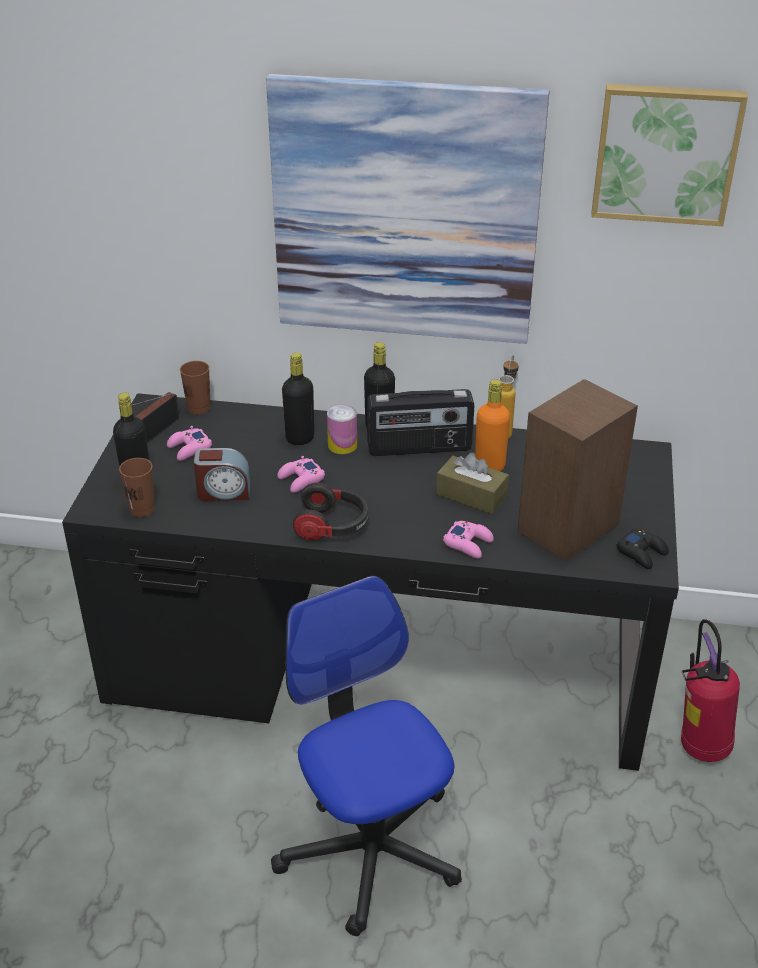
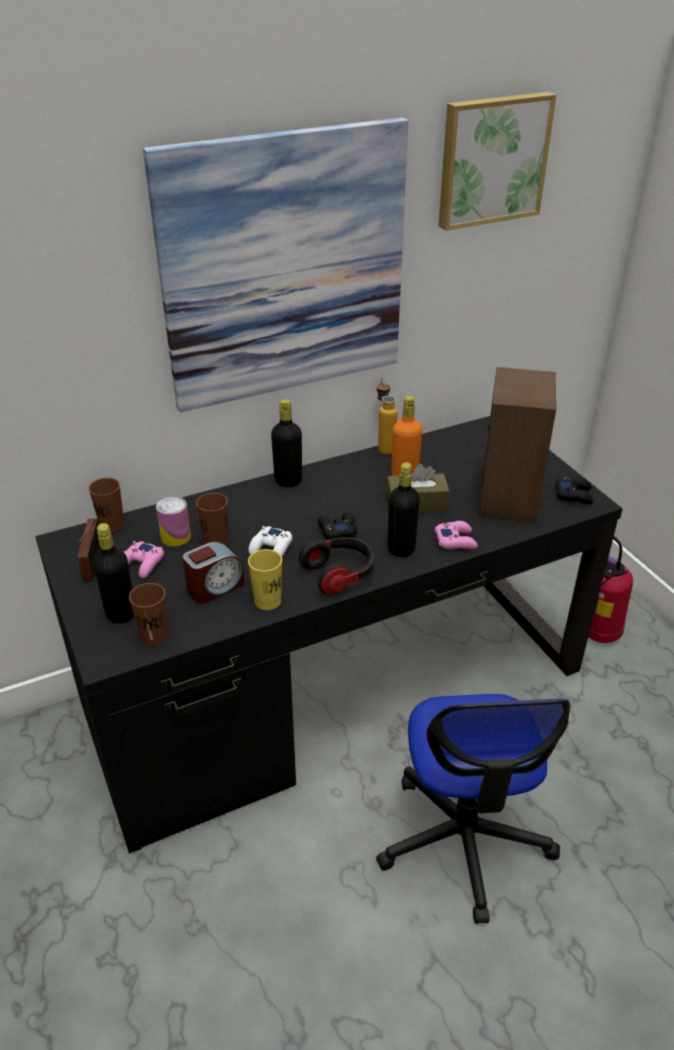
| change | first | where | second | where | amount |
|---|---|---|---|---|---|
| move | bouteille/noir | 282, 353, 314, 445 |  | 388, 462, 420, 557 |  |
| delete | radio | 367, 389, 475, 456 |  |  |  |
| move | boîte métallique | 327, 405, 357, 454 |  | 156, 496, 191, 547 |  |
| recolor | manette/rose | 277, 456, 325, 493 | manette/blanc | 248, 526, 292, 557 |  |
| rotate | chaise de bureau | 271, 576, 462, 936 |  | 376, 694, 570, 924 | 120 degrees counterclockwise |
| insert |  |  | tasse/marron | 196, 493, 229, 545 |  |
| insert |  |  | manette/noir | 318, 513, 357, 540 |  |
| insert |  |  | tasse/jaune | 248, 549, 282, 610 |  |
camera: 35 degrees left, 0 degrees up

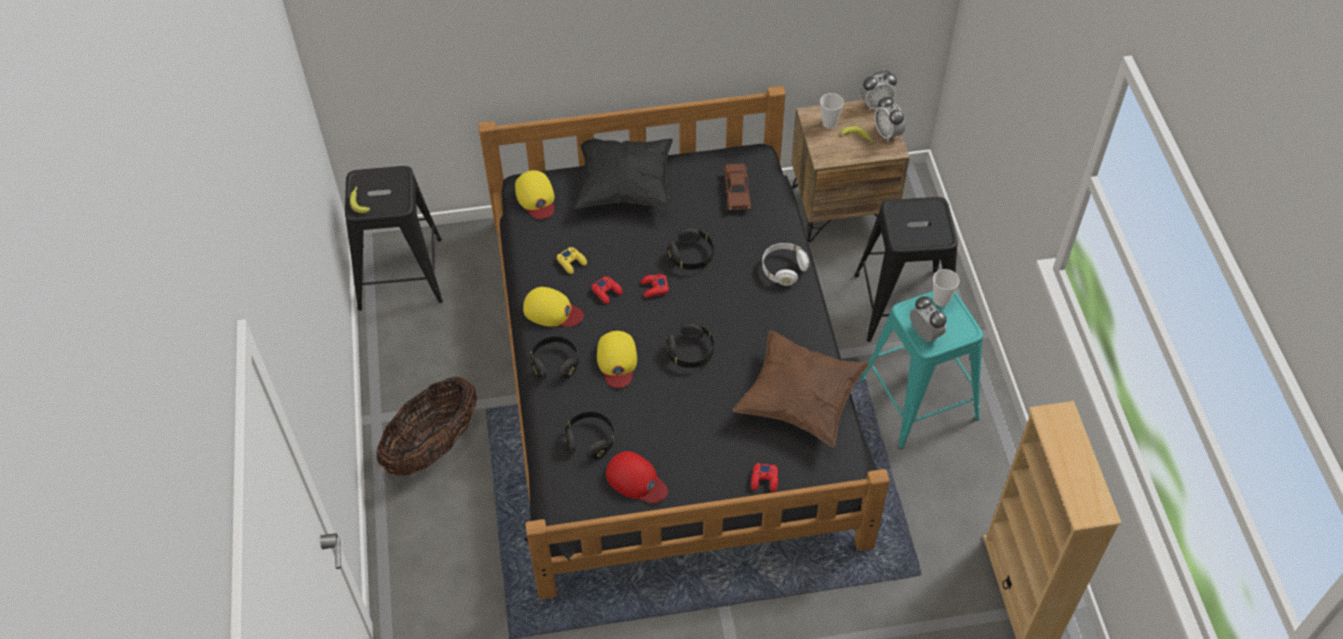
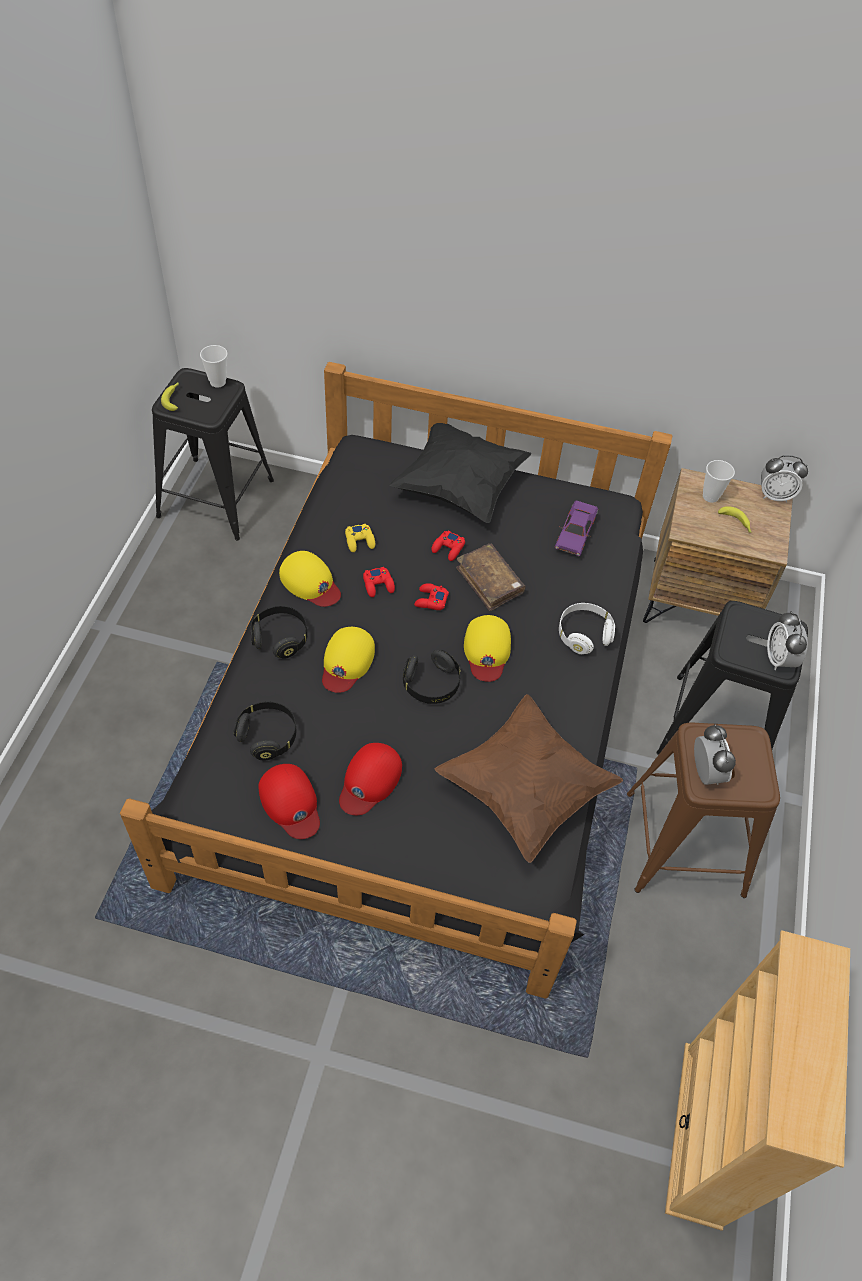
| change | first | where | second | where | amount |
|---|---|---|---|---|---|
| move | réveil | 874, 96, 906, 142 |  | 767, 611, 808, 670 |  |
| recolor | petite voiture/marron | 724, 164, 752, 210 | petite voiture/violet | 555, 501, 598, 556 |  |
| move | casquette/jaune | 515, 170, 555, 219 |  | 464, 615, 511, 682 |  |
| replace | casque audio/noir | 667, 228, 714, 270 | livre/marron | 456, 544, 526, 611 |  |
| move | tasse | 933, 269, 959, 307 |  | 200, 345, 228, 388 |  |
| recolor | tabouret/turquoise | 860, 291, 983, 449 | tabouret/marron | 627, 723, 780, 898 |  |
| delete | panier | 376, 377, 477, 476 |  |  |  |
| move | manette/rouge | 751, 463, 778, 492 |  | 431, 530, 465, 561 |  |
| insert |  |  | casquette/rouge | 339, 743, 402, 815 |  |
camera: 20 degrees right, 0 degrees up

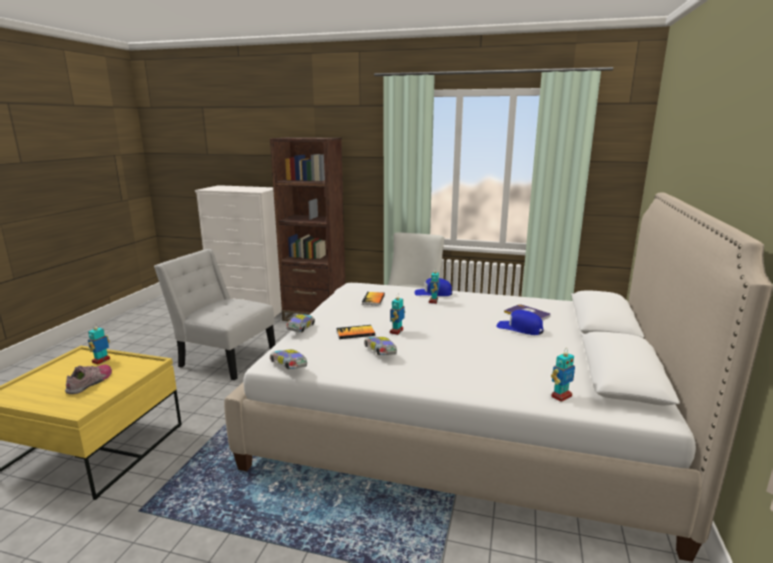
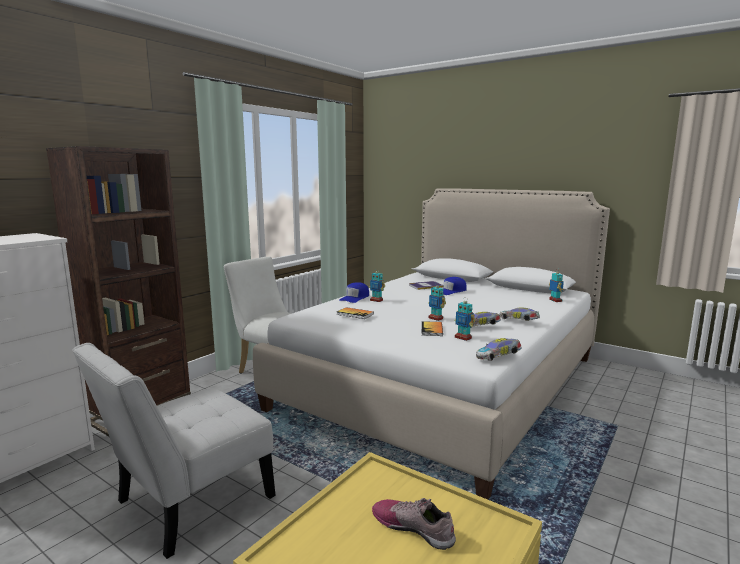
| change | first | where | second | where | amount |
|---|---|---|---|---|---|
| move | petite voiture | 286, 314, 315, 332 |  | 499, 308, 540, 321 |  |
| move | robot jouet | 88, 324, 110, 364 |  | 455, 297, 475, 341 |  |
camera: 70 degrees left, 5 degrees down

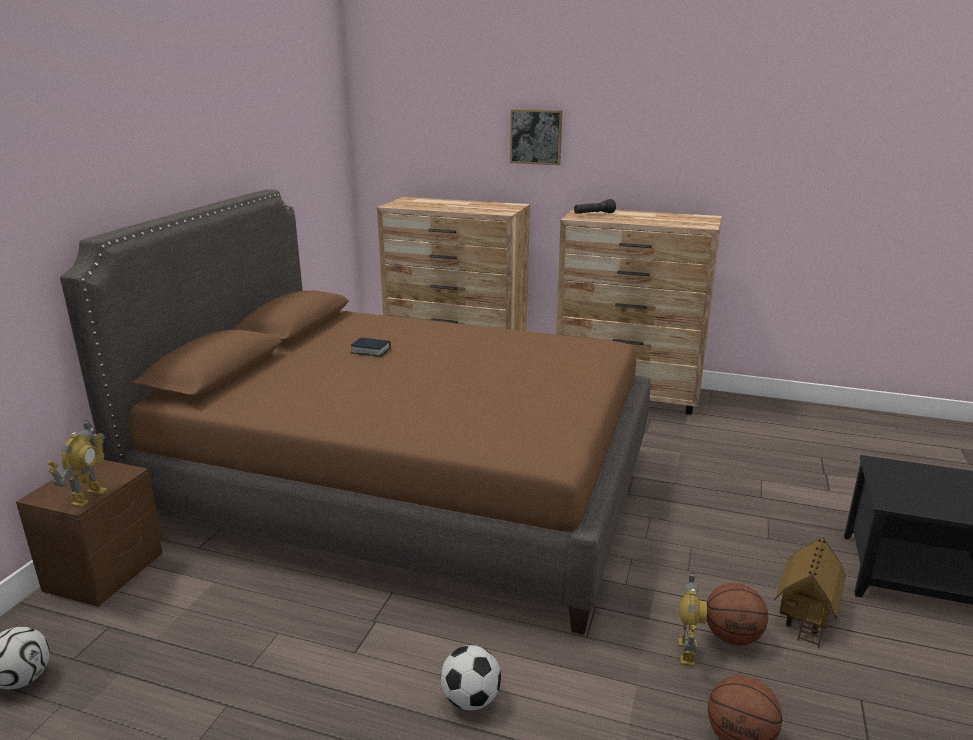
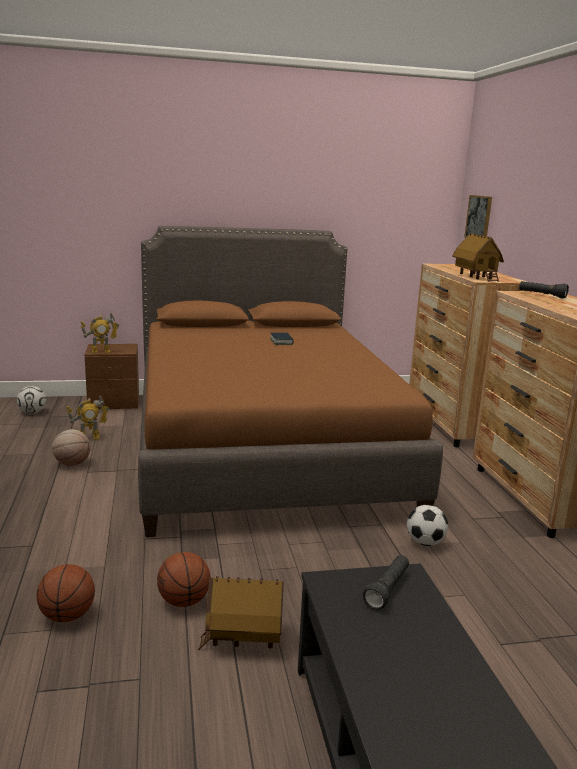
| change | first | where | second | where | amount |
|---|---|---|---|---|---|
| move | tableau | 510, 109, 562, 165 |  | 464, 195, 492, 238 |  |
| move | robot jouet | 679, 573, 707, 666 |  | 66, 396, 109, 439 |  |
| move | ballon de foot | 441, 645, 501, 710 |  | 407, 505, 448, 546 |  |
| insert |  |  | maison miniature | 452, 233, 504, 282 |  |
| insert |  |  | ballon de basket | 52, 429, 91, 466 |  |
| insert |  |  | lampe de poche/noir | 363, 555, 409, 610 |  |
camera: 60 degrees right, 5 degrees down

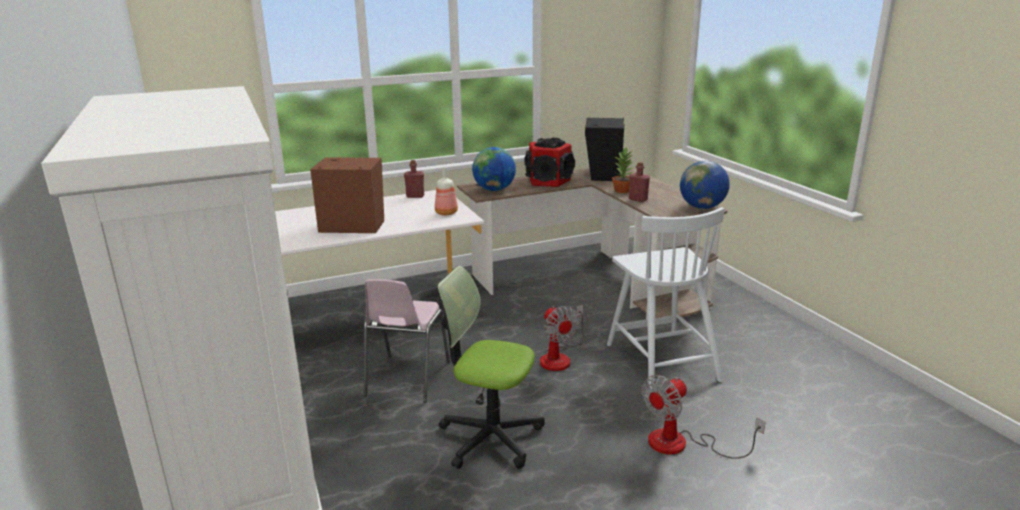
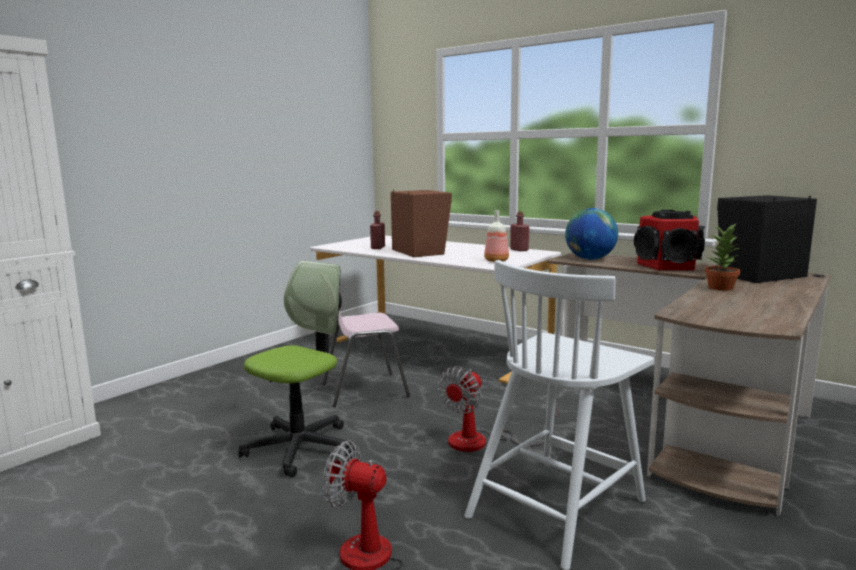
| change | first | where | second | where | amount |
|---|---|---|---|---|---|
| delete | globe | 680, 161, 730, 209 |  |  |  |
| move | bouteille/rouge | 629, 162, 650, 202 |  | 370, 211, 385, 249 |  |
| rotate | chaise de bureau | 437, 266, 545, 469 |  | 238, 261, 357, 478 | 45 degrees clockwise |
camera: 60 degrees right, 10 degrees down

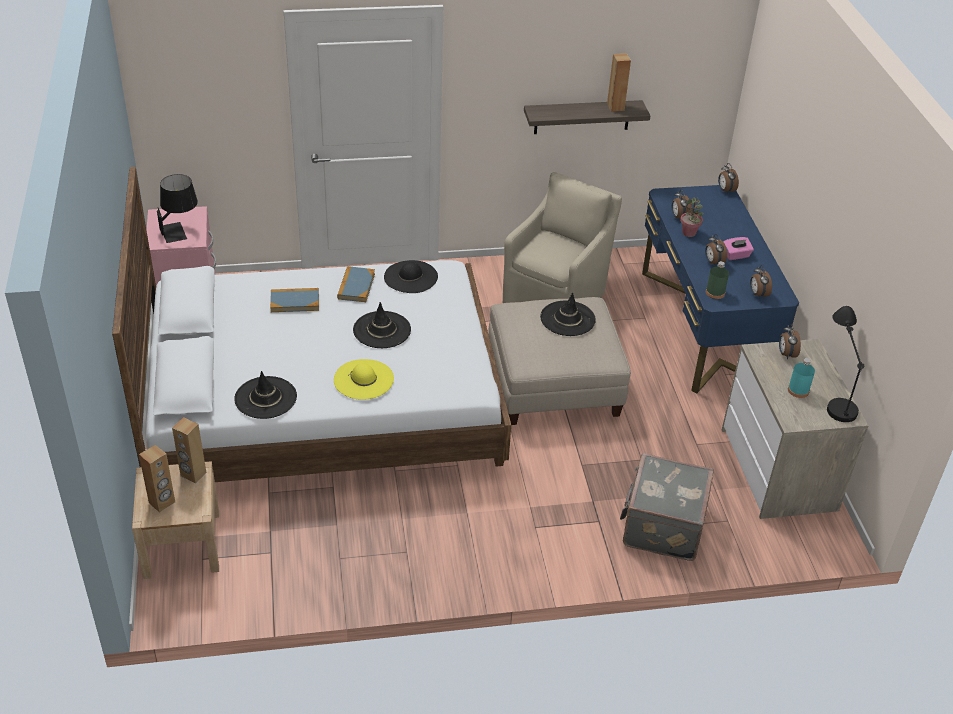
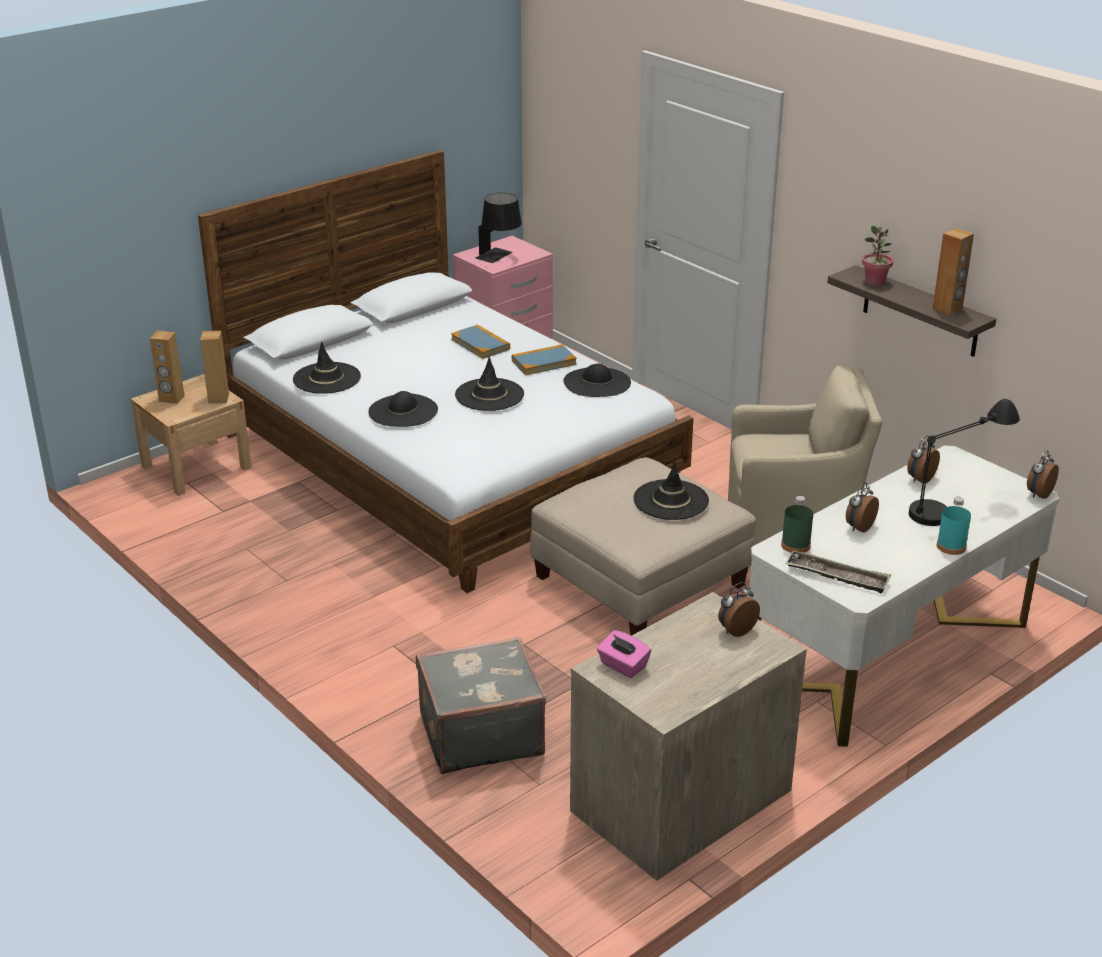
| change | first | where | second | where | amount |
|---|---|---|---|---|---|
| recolor | bureau/bleu | 642, 185, 799, 394 | bureau/blanc | 748, 445, 1059, 747 |  |
| move | plante en pot | 680, 197, 703, 237 |  | 862, 226, 893, 286 |  |
| move | boîte à mouchoirs/rose | 723, 237, 754, 260 |  | 597, 630, 651, 678 |  |
| replace | réveil | 750, 265, 772, 299 | plateau | 786, 551, 891, 594 |  |
| move | lampe de table/noir | 827, 306, 864, 422 |  | 909, 399, 1020, 526 |  |
| move | bouteille/turquoise | 788, 358, 815, 398 |  | 937, 497, 971, 555 |  |
| recolor | chapeau/jaune | 334, 359, 394, 400 | chapeau/noir | 368, 391, 438, 427 |  |
camera: 60 degrees right, 10 degrees down

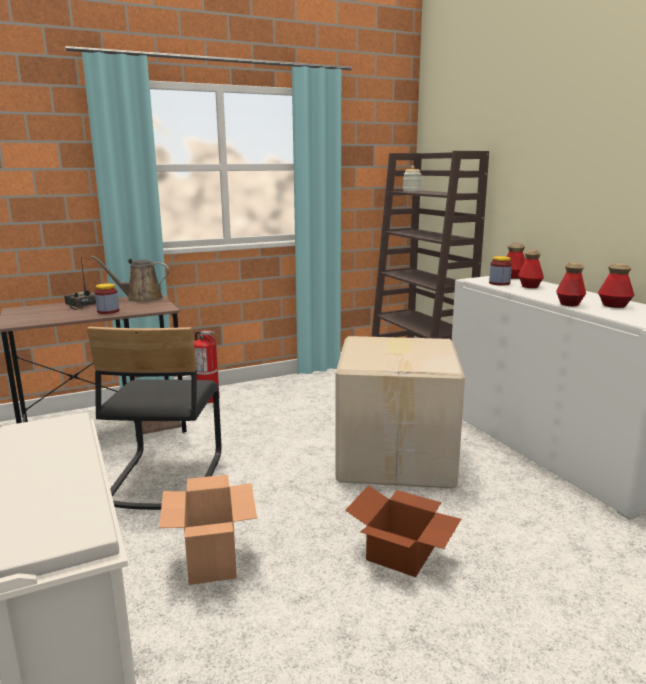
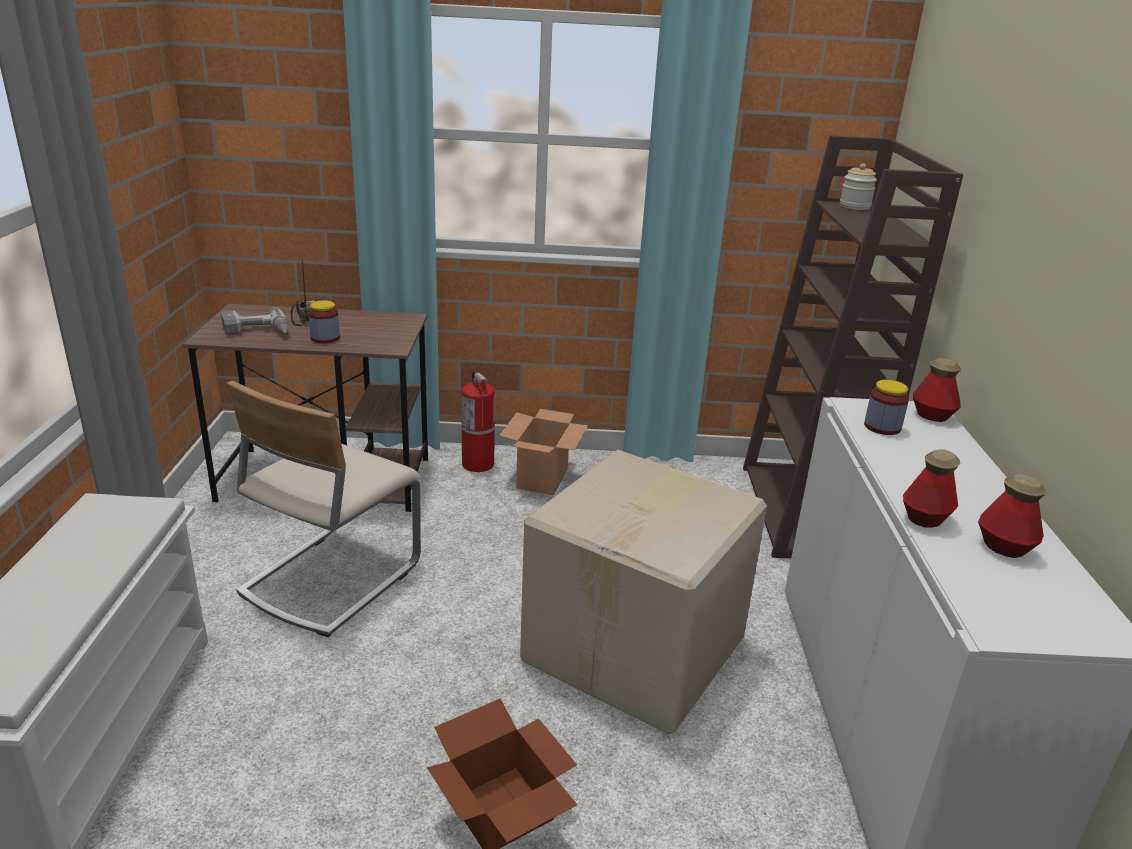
| change | first | where | second | where | amount |
|---|---|---|---|---|---|
| delete | bouteille | 518, 250, 544, 288 |  |  |  |
| delete | arrosoir/marron | 91, 256, 170, 302 |  |  |  |
| recolor | chaise/noir | 87, 327, 221, 510 | chaise/beige | 227, 381, 421, 637 |  |
| move | carton | 159, 475, 257, 585 |  | 499, 409, 588, 495 |  |
| insert |  |  | perceuse | 221, 307, 289, 335 |  |
camera: 25 degrees right, 10 degrees up

